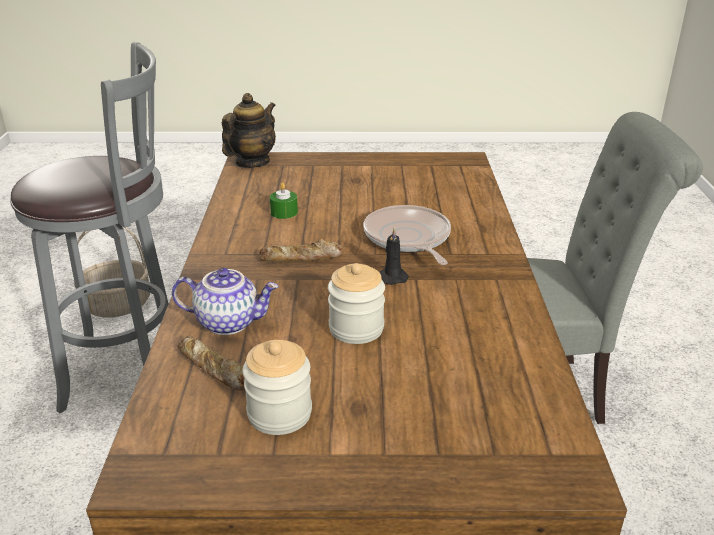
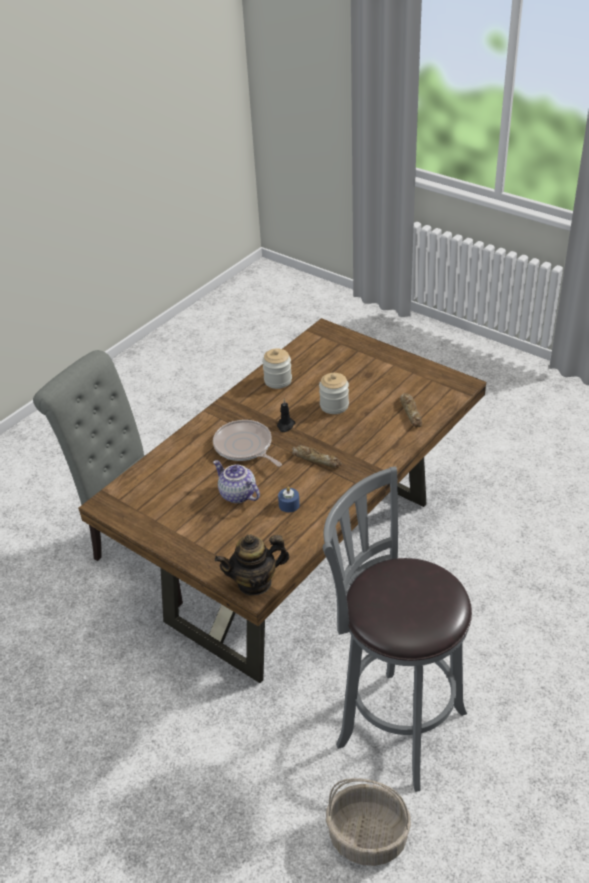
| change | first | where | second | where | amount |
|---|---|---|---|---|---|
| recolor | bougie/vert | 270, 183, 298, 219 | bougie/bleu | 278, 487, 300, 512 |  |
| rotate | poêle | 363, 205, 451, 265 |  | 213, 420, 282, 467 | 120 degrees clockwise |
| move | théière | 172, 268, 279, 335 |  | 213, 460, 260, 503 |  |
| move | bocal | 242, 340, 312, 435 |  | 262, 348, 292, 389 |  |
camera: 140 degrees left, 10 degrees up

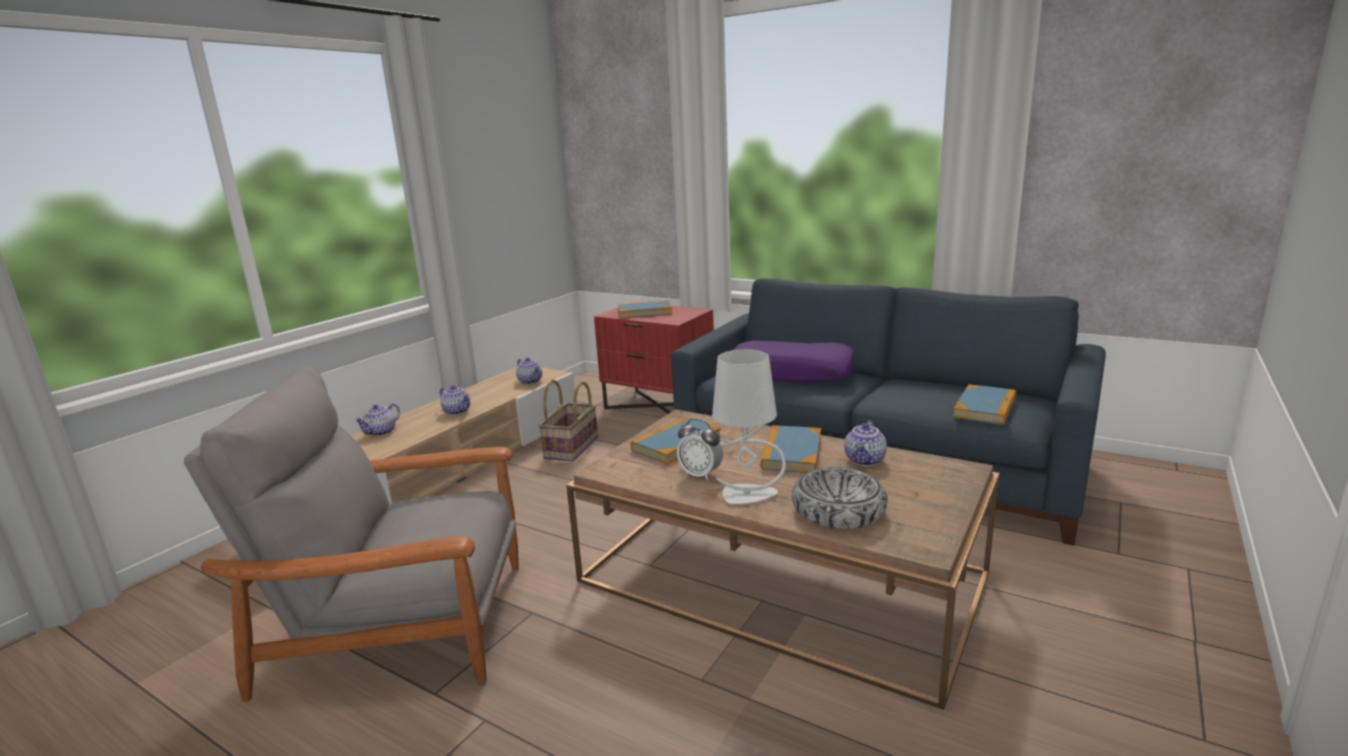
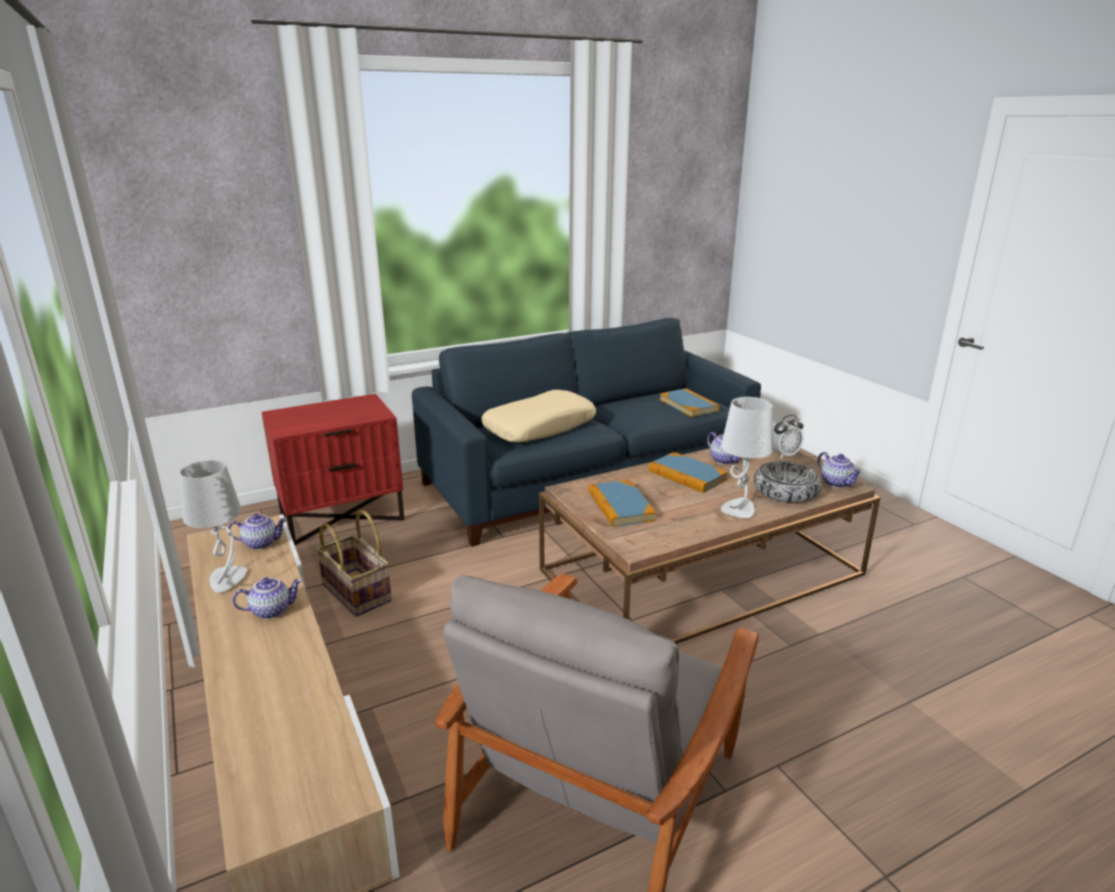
| change | first | where | second | where | amount |
|---|---|---|---|---|---|
| delete | livre | 618, 300, 673, 318 |  |  |  |
| recolor | coussin/violet | 733, 341, 855, 383 | coussin/beige | 481, 390, 596, 442 |  |
| move | théière | 355, 403, 400, 436 |  | 818, 452, 862, 488 |  |
| move | réveil | 677, 419, 723, 481 |  | 773, 415, 803, 459 |  |
| insert |  |  | lampe de table/gris | 179, 460, 247, 592 |  |
camera: 60 degrees left, 5 degrees up

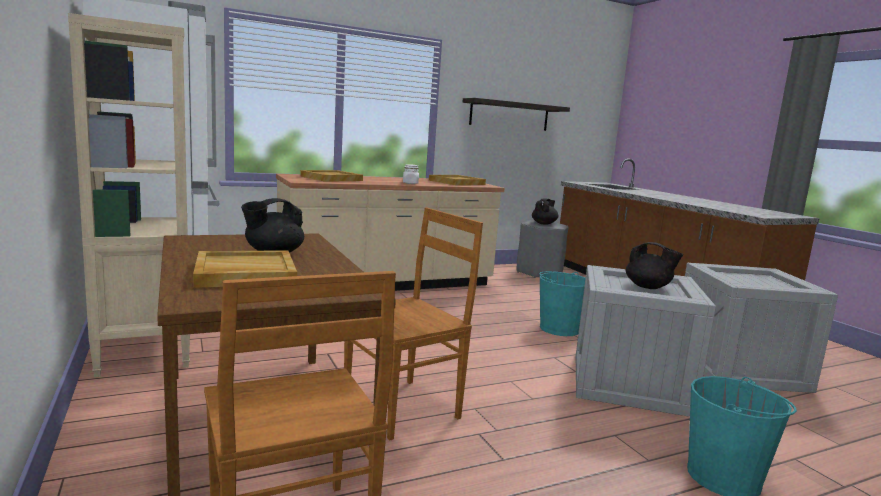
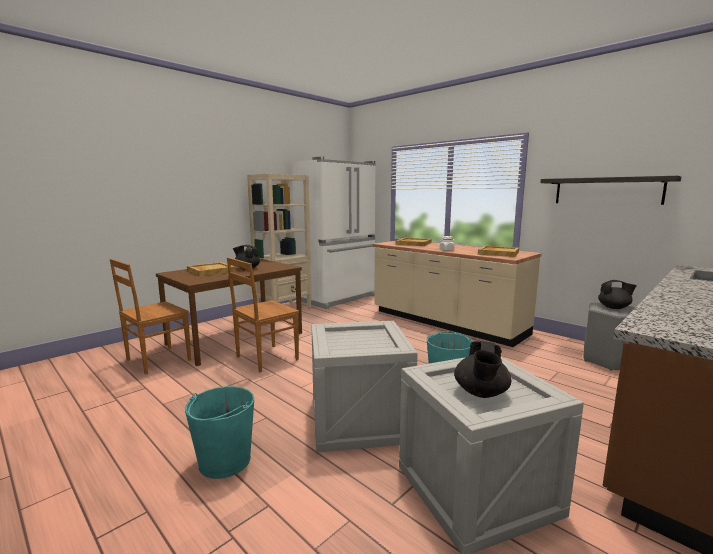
| change | first | where | second | where | amount |
|---|---|---|---|---|---|
| rotate | chaise/marron | 344, 207, 483, 440 |  | 227, 257, 299, 372 | 105 degrees clockwise |
| move | théière/noir | 626, 242, 683, 289 |  | 454, 341, 511, 398 |  |
camera: 70 degrees right, 0 degrees up

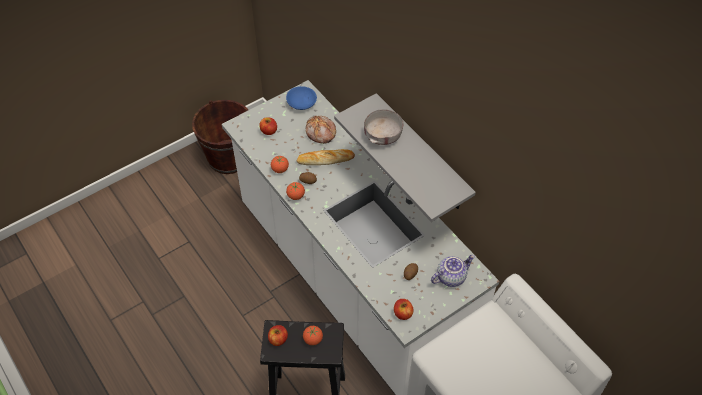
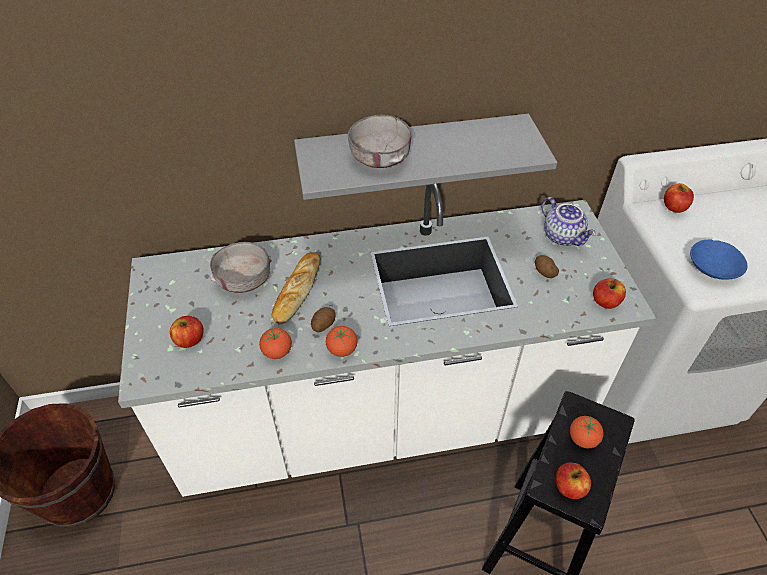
| change | first | where | second | where | amount |
|---|---|---|---|---|---|
| move | bol/bleu | 286, 86, 317, 110 |  | 690, 240, 747, 280 |  |
| replace | pain | 306, 116, 336, 144 | bol/gris | 210, 242, 272, 293 |  |
| rotate | théière | 431, 255, 475, 287 |  | 541, 197, 596, 246 | 150 degrees clockwise |
| insert |  |  | pomme | 664, 183, 694, 213 |  |
camera: 65 degrees left, 5 degrees down

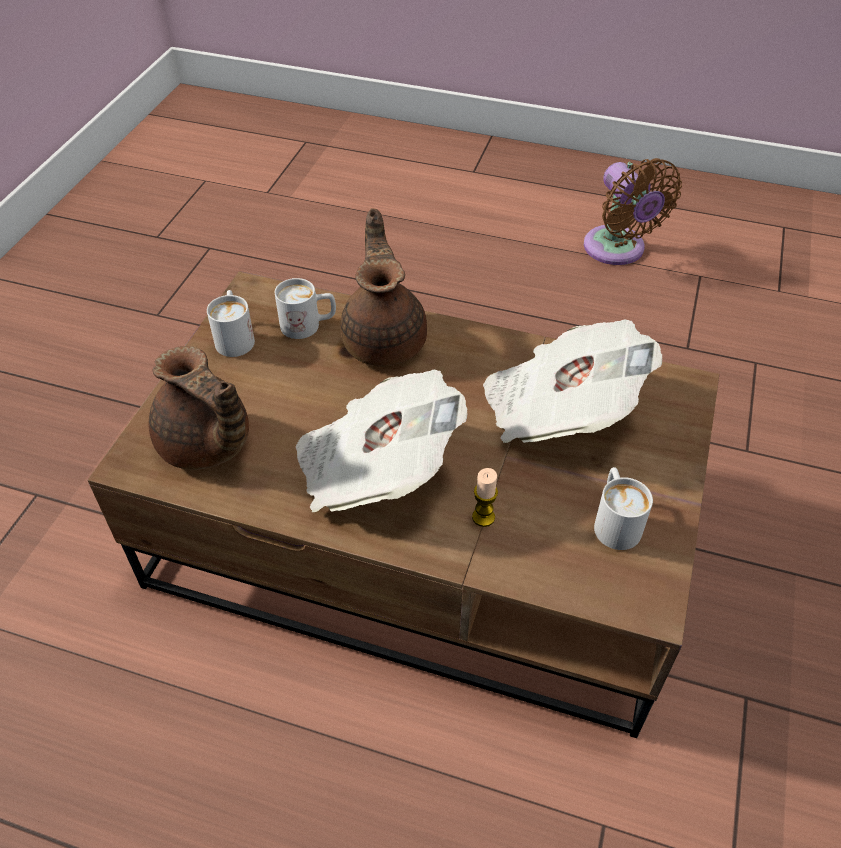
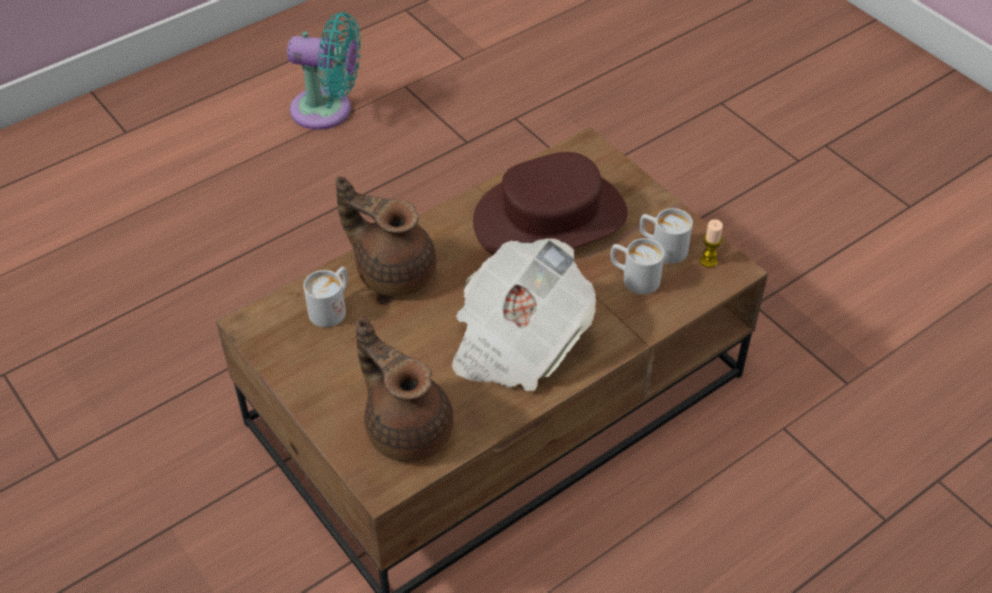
| change | first | where | second | where | amount |
|---|---|---|---|---|---|
| recolor | ventilateur/marron | 584, 158, 682, 265 | ventilateur/turquoise | 287, 12, 361, 130 |  |
| move | mug/blanc | 207, 290, 255, 357 |  | 610, 238, 664, 294 |  |
| replace | journal | 483, 320, 662, 443 | chapeau/marron | 473, 152, 628, 255 |  |
| rotate | théière/marron | 149, 346, 249, 470 |  | 356, 317, 454, 462 | 120 degrees counterclockwise |
| move | bougie | 472, 468, 498, 527 |  | 700, 219, 723, 268 |  |
camera: 55 degrees left, 0 degrees up

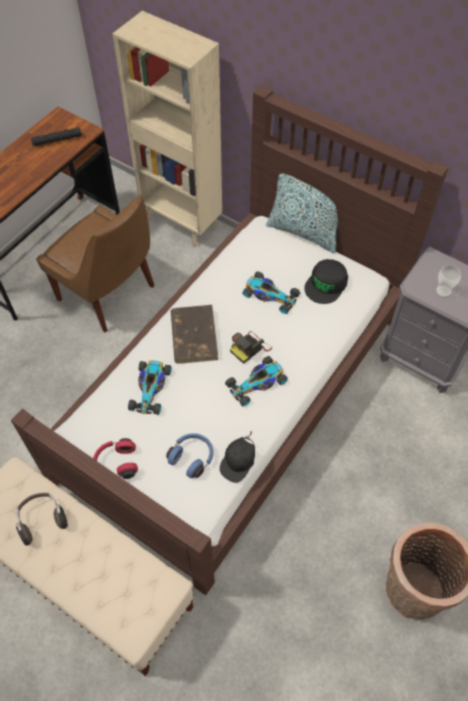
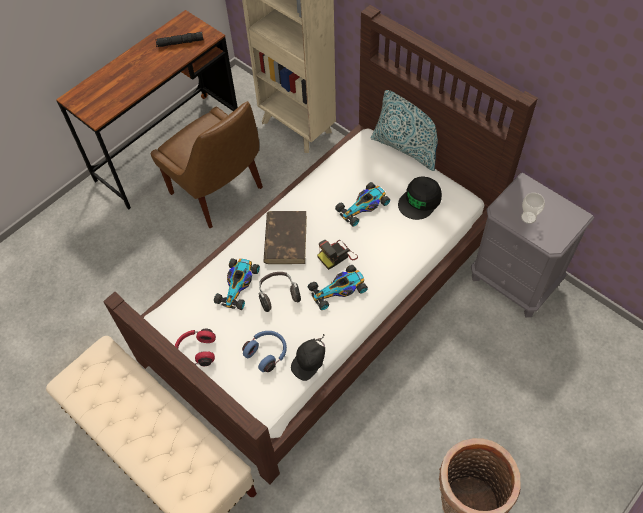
| change | first | where | second | where | amount |
|---|---|---|---|---|---|
| rotate | petite voiture | 242, 271, 300, 314 |  | 335, 182, 390, 227 | 105 degrees clockwise |
| move | casque audio | 16, 493, 68, 545 |  | 259, 272, 301, 312 |  |
camera: 10 degrees right, 0 degrees up

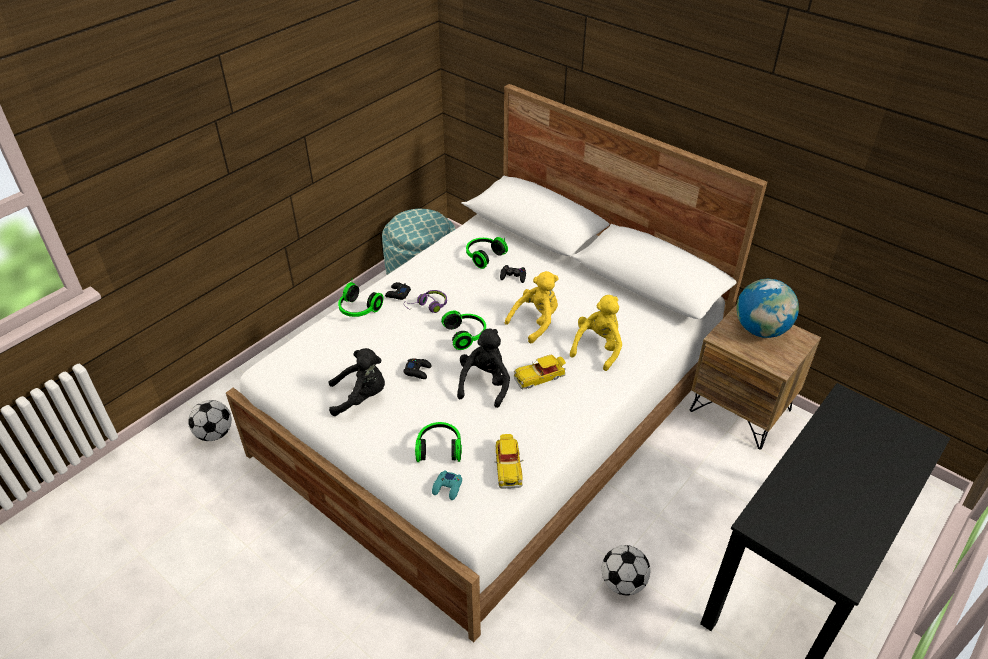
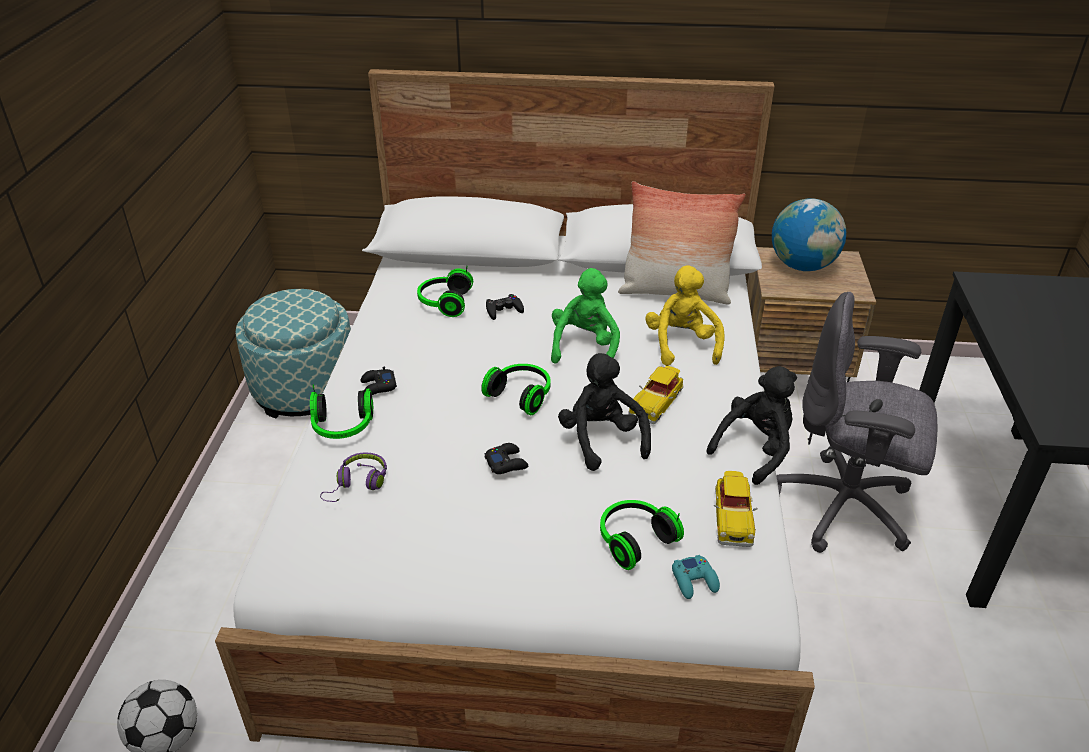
| change | first | where | second | where | amount |
|---|---|---|---|---|---|
| recolor | peluche/jaune | 505, 271, 559, 343 | peluche/vert | 551, 268, 620, 364 |  |
| move | casque audio/violet | 404, 290, 447, 313 |  | 320, 453, 387, 502 |  |
| move | peluche/noir | 328, 348, 385, 416 |  | 707, 366, 797, 485 |  |
| rotate | petite voiture | 494, 434, 523, 489 |  | 714, 471, 757, 547 | 45 degrees clockwise |
| delete | ballon de foot | 602, 545, 650, 595 |  |  |  |
| insert |  |  | coussin | 618, 181, 746, 304 |  |
| insert |  |  | chaise de bureau/gris | 776, 292, 937, 553 |  |
camera: 35 degrees left, 5 degrees down

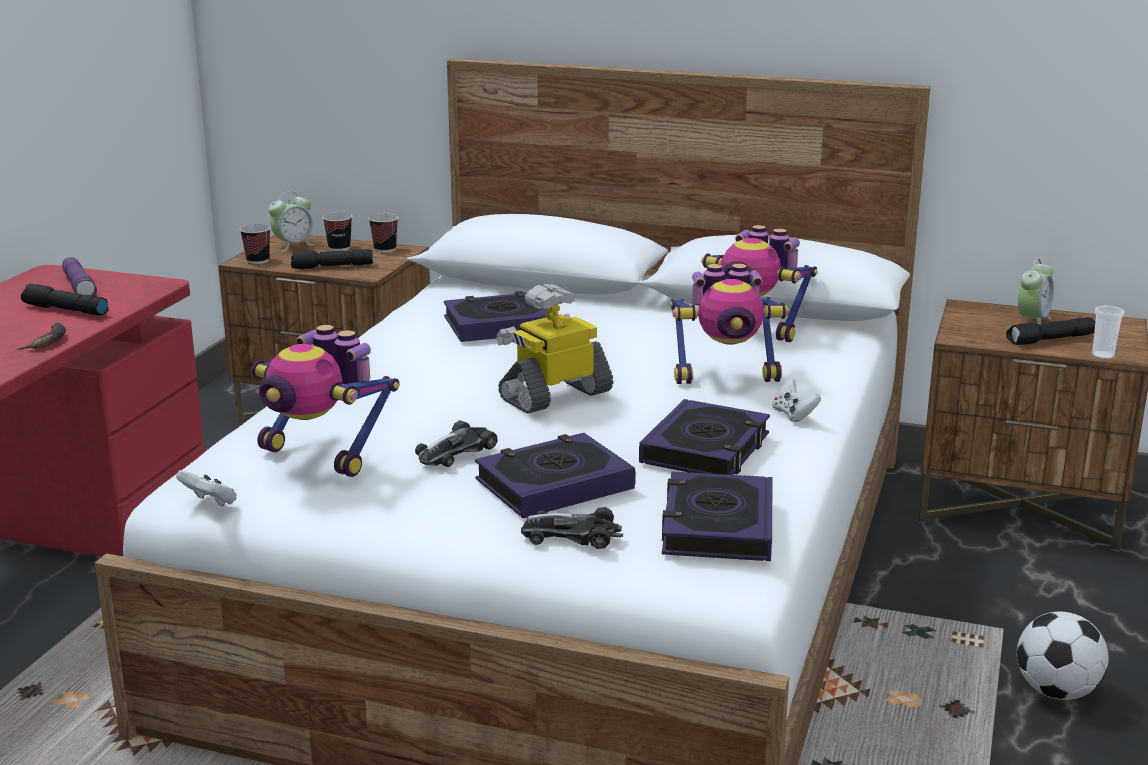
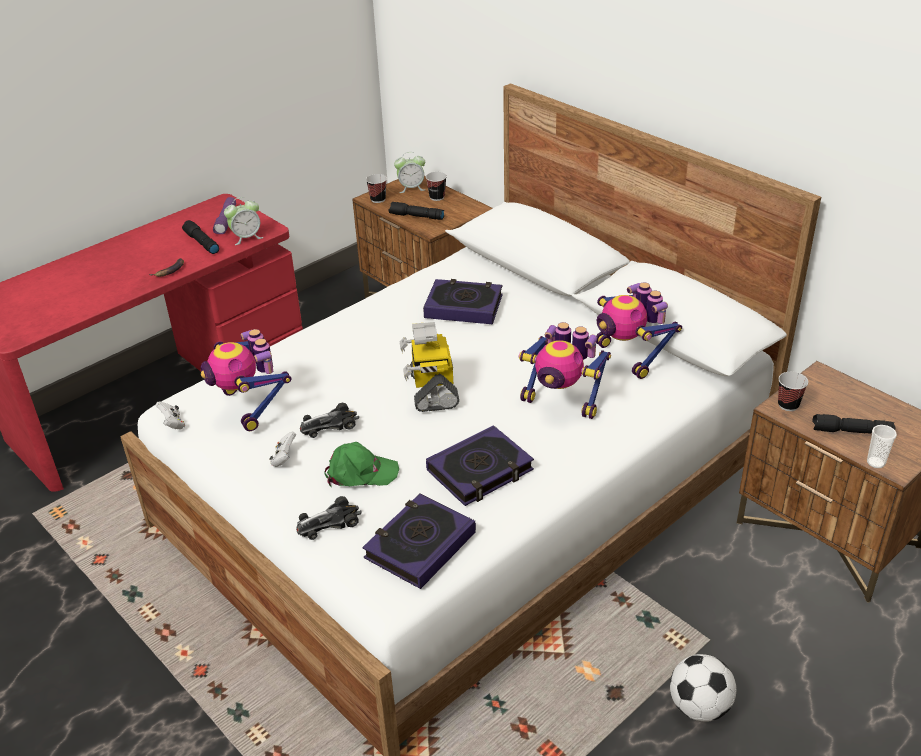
| change | first | where | second | where | amount |
|---|---|---|---|---|---|
| move | tasse | 368, 214, 399, 253 |  | 778, 372, 808, 411 |  |
| move | réveil | 1018, 258, 1054, 324 |  | 224, 197, 263, 245 |  |
| rotate | robot jouet | 497, 284, 613, 413 |  | 400, 322, 459, 412 | 90 degrees counterclockwise |
| move | manette/blanc | 772, 378, 821, 422 |  | 269, 432, 296, 467 |  |
| replace | livre | 475, 433, 635, 518 | casquette/vert | 324, 442, 399, 486 |  |
| rotate | petite voiture | 521, 507, 623, 549 |  | 296, 496, 362, 540 | 60 degrees counterclockwise |
camera: 30 degrees right, 15 degrees up

